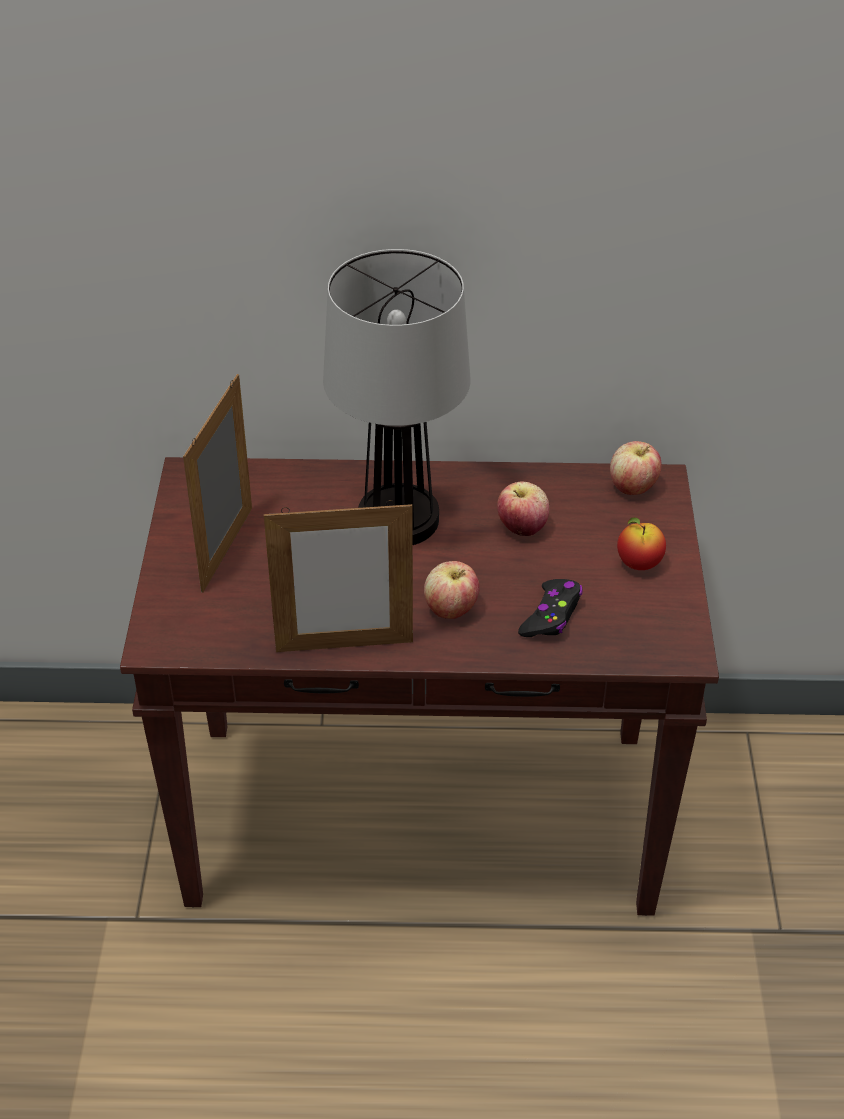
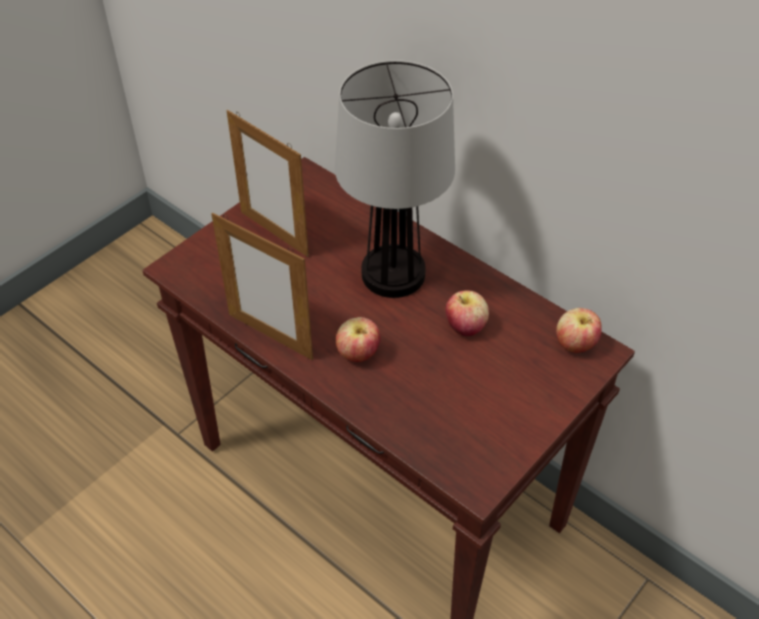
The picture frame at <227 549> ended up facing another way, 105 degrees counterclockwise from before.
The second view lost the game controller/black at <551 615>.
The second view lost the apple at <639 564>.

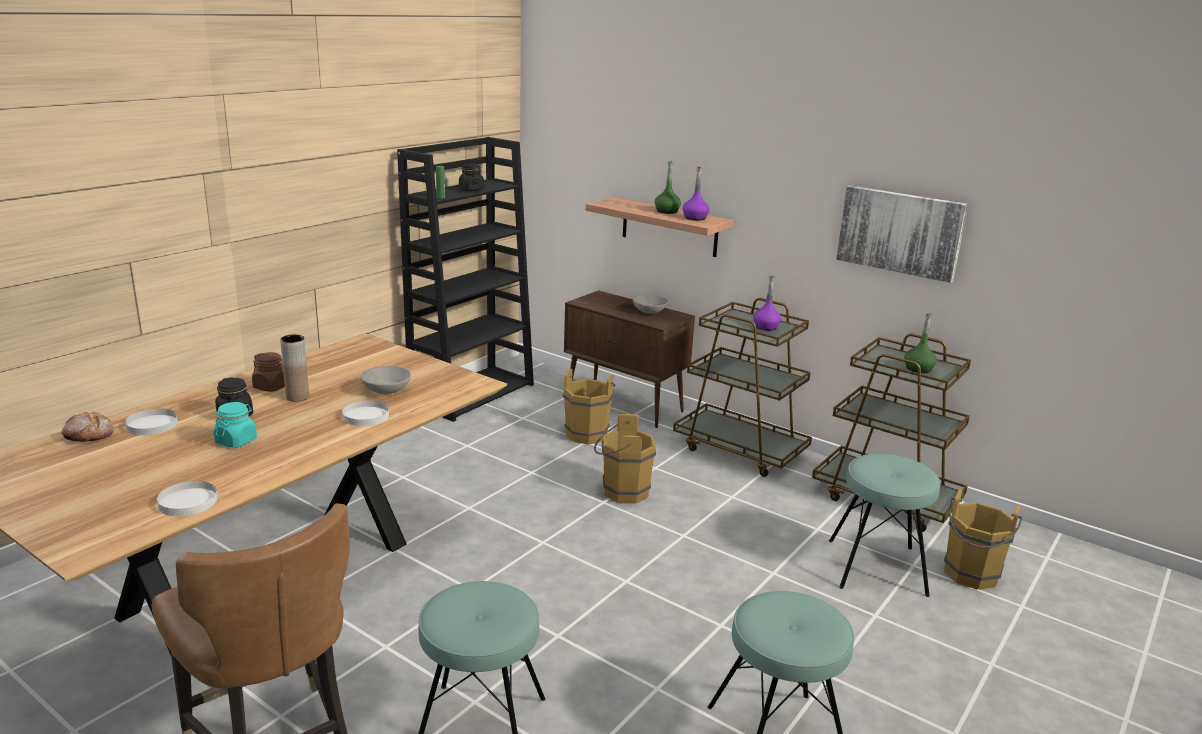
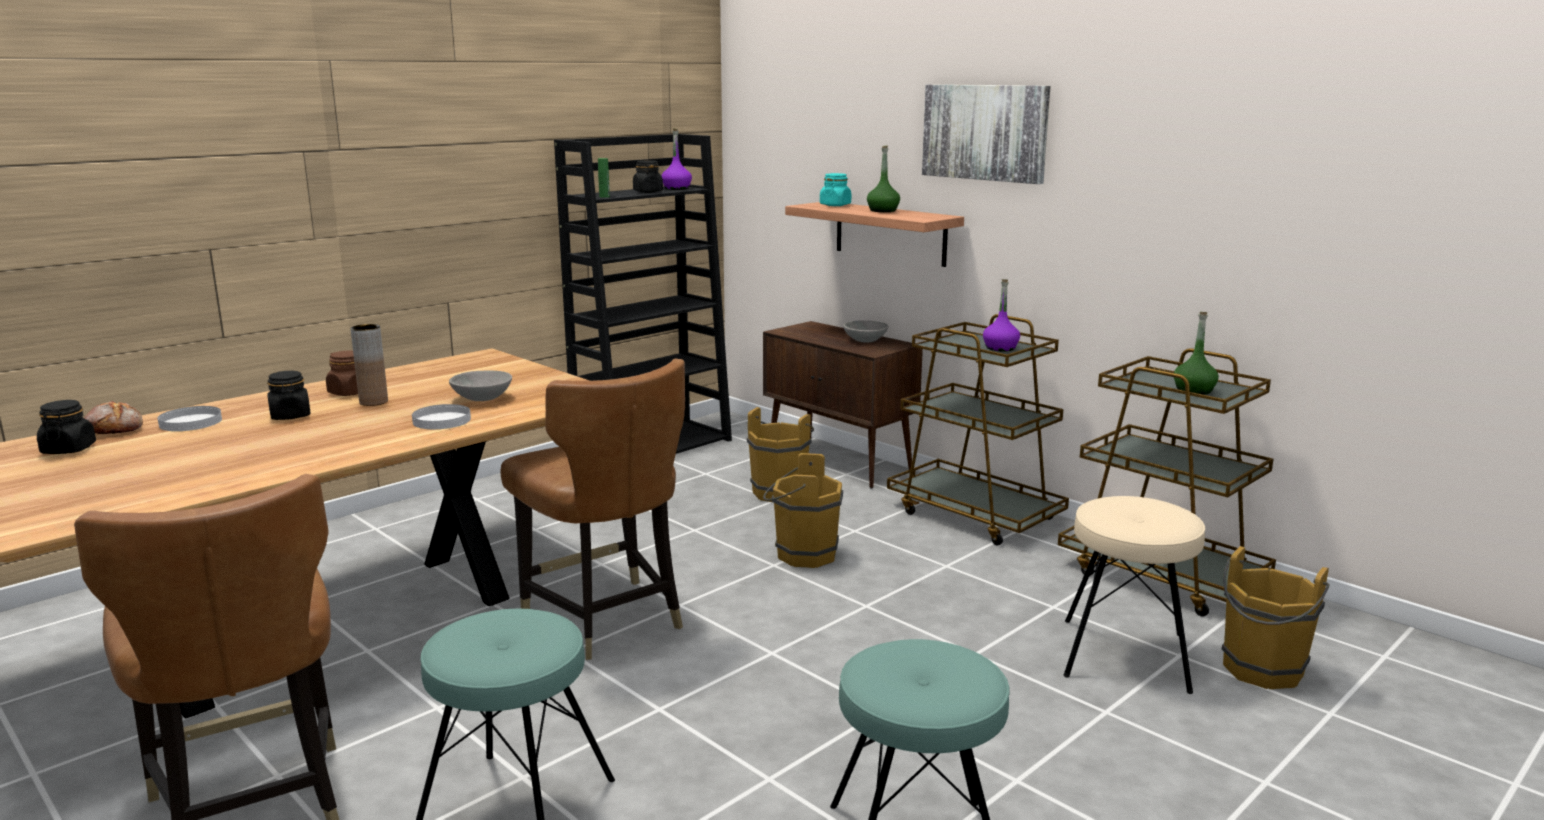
The second view lost the plate/white at <187 502>.
The jar/turquoise ended up elsewhere, having gone from <236 441> to <835 205>.
The bottle/purple ended up elsewhere, having gone from <695 218> to <676 188>.
What was the stool/turquoise at <877 567> turned into the stool/beige at <1125 655>.
The picture ended up elsewhere, having gone from <900 232> to <985 132>.
The second view gained the jar/black at <69 449>.
The second view gained the chair/brown at <605 620>.

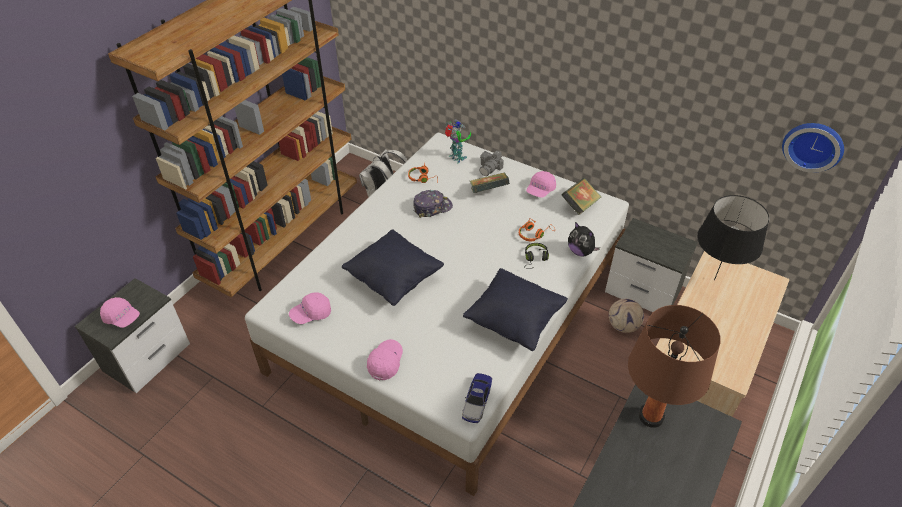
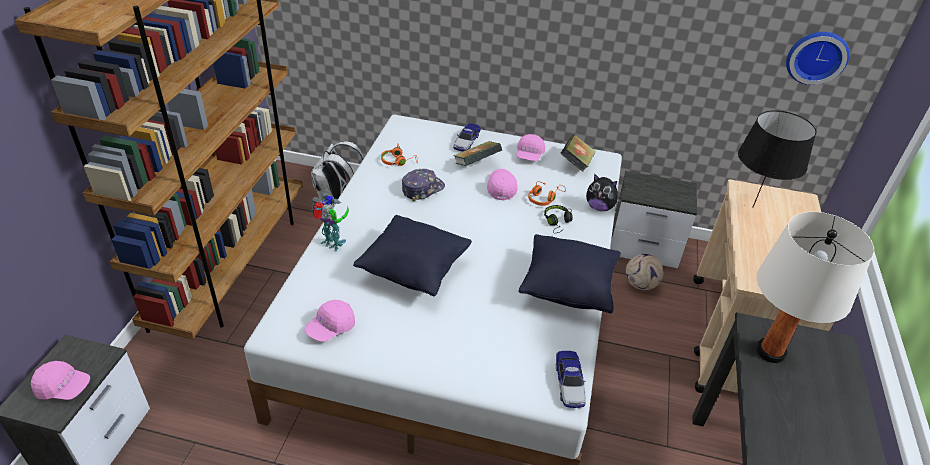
The cap/pink ended up elsewhere, having gone from <385 363> to <501 188>.
The toy robot ended up elsewhere, having gone from <457 158> to <332 244>.
Where the photo camera stood at <490 168>, the toy car came to stand at <467 141>.
What was the table lamp/brown at <651 417> turned into the table lamp/white at <770 352>.

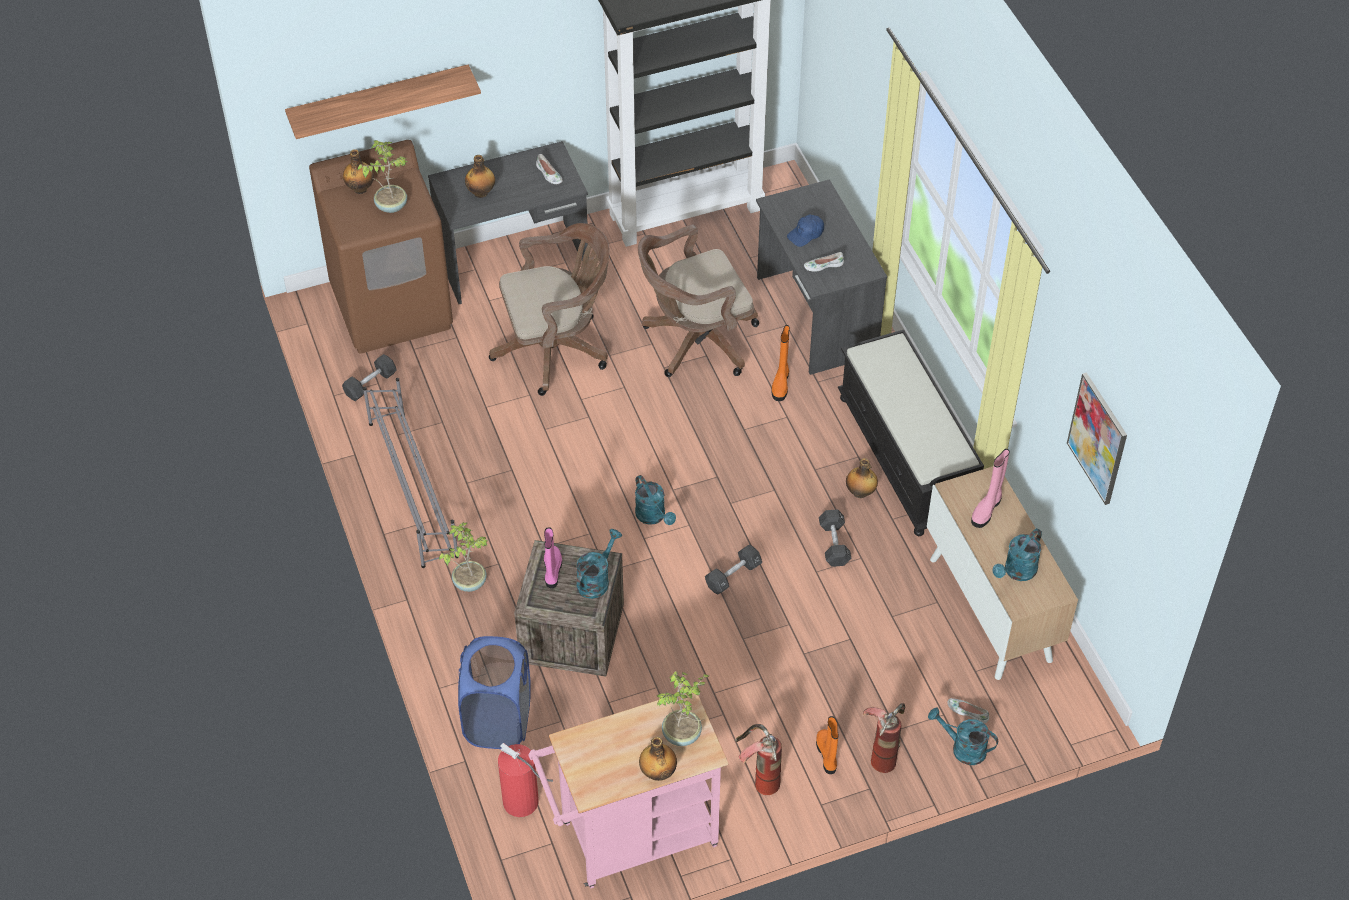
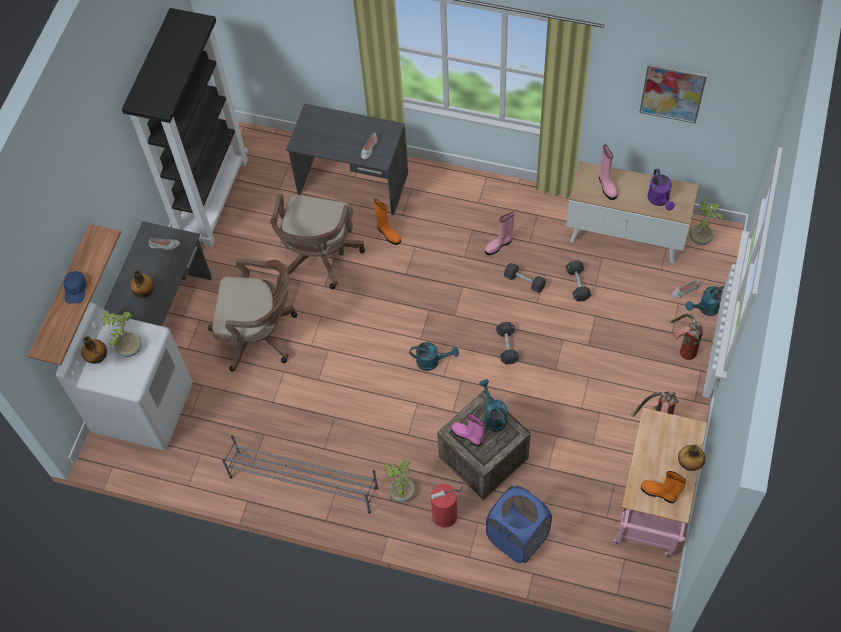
What was the washing machine/brown at <392 307> turned into the washing machine/white at <143 407>.
The dumbbell/black ended up elsewhere, having gone from <370 384> to <577 284>.
The office chair/brown at <556 349> ended up facing another way, 75 degrees clockwise from before.
The fire extinguisher ended up elsewhere, having gone from <522 802> to <446 515>.
The potted plant ended up elsewhere, having gone from <682 735> to <701 238>.
The cap/blue ended up elsewhere, having gone from <806 234> to <76 289>.
The boot/orange ended up elsewhere, having gone from <827 755> to <660 493>.
The second view lost the bench/black at <907 458>.
Where the bottle stood at <860 493>, the boot/pink came to stand at <499 245>.
What was the watering can/turquoise at <1017 572> turned into the watering can/purple at <659 200>.

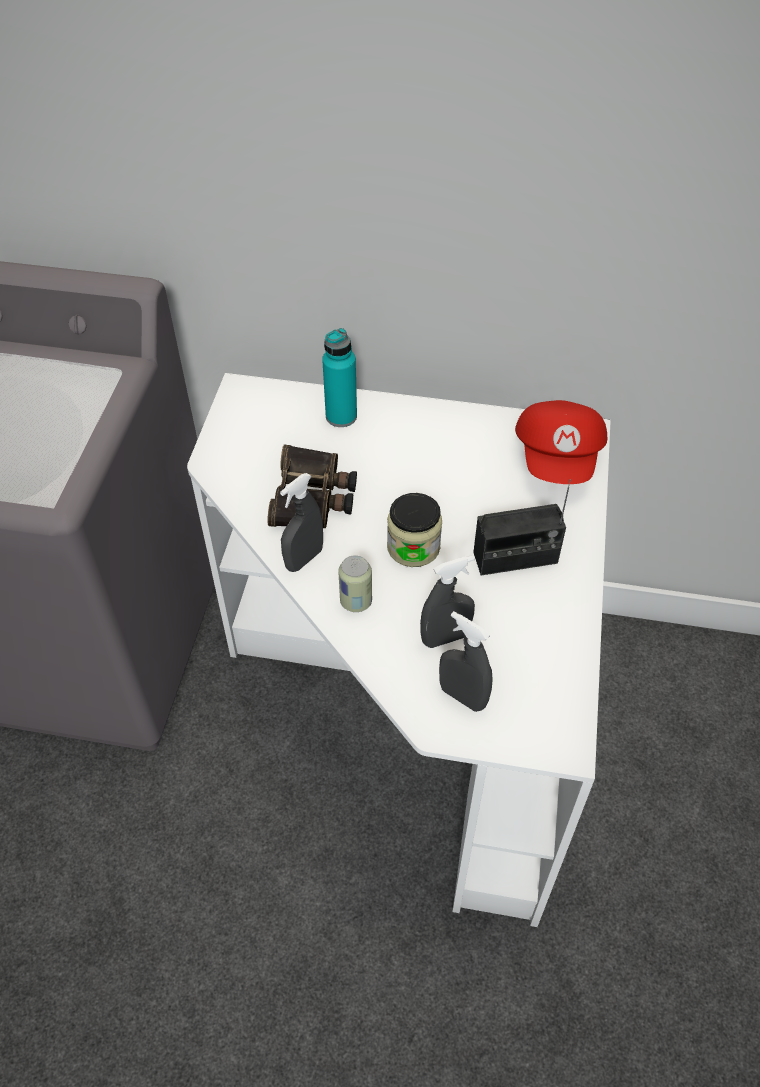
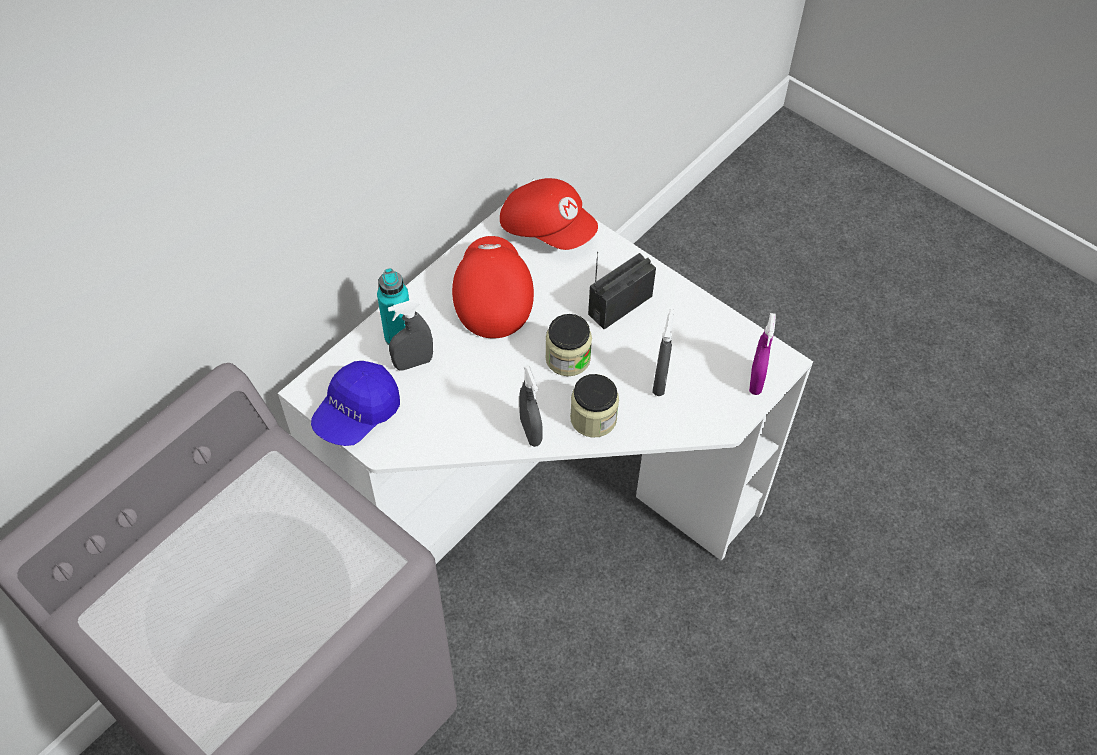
The second view lost the binoculars at <313 496>.
Where the can stood at <356 601>, the jar came to stand at <593 418>.
The spray bottle/grey ended up elsewhere, having gone from <462 696> to <413 363>.
The radio at <515 558> ended up facing another way, 150 degrees counterclockwise from before.
The second view gained the cap/blue at <357 413>.
The second view gained the cap/red at <491 298>.
The second view gained the spray bottle/purple at <756 380>.

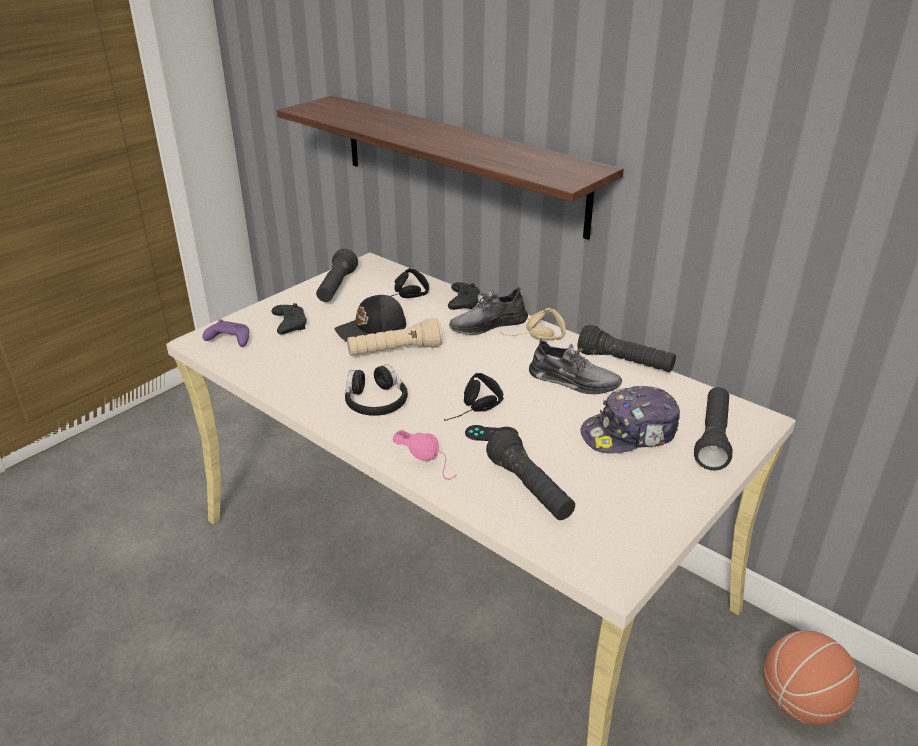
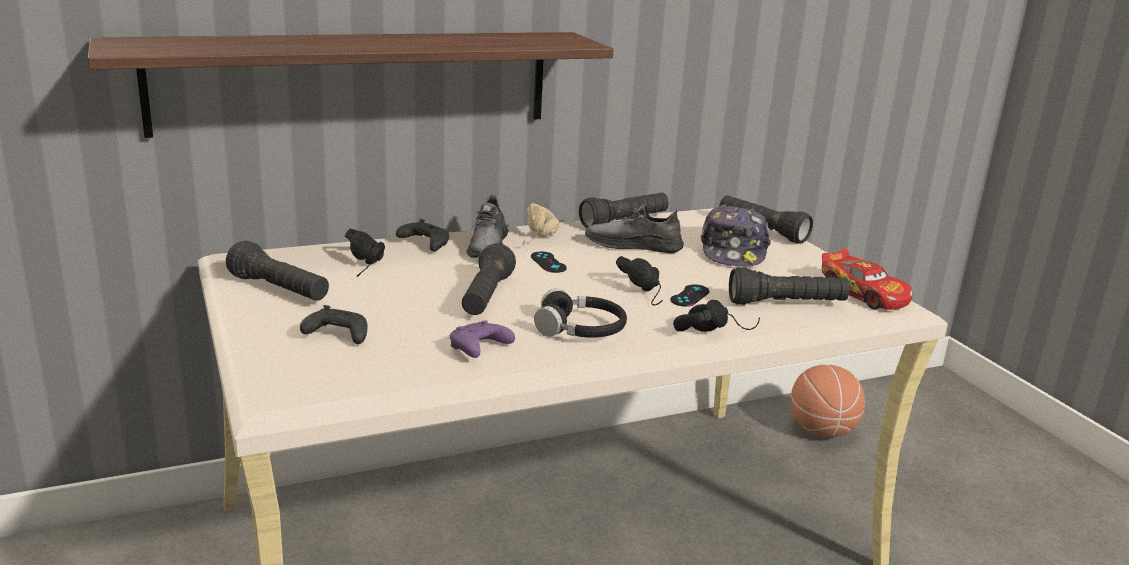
The game controller/purple ended up elsewhere, having gone from <229 340> to <478 350>.
The second view lost the cap/black at <372 331>.
What was the flashlight/beige at <395 352> turned into the flashlight/black at <486 297>.
What was the headphones/pink at <430 461> turned into the headphones/black at <713 330>.
The shoe/grey at <573 381> ended up facing another way, 135 degrees counterclockwise from before.
The second view gained the game controller/black at <548 262>.
The second view gained the toy car at <864 294>.

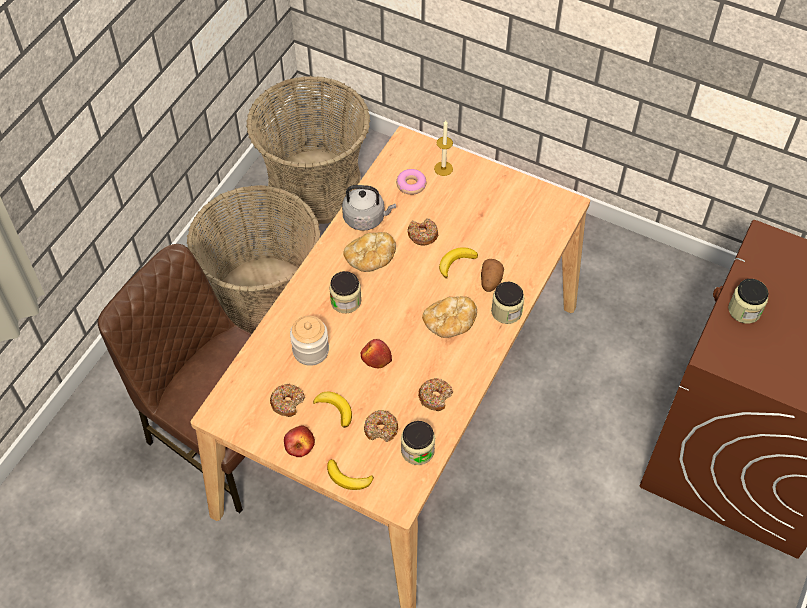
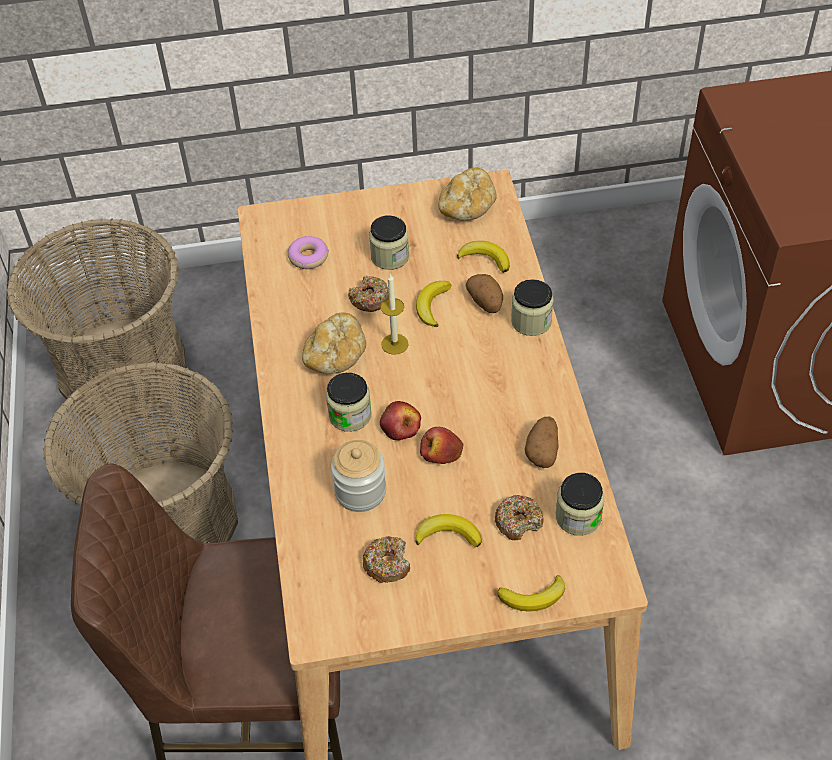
The apple ended up elsewhere, having gone from <299 444> to <400 426>.
The second view lost the kettle/grey at <366 218>.
Where the donut stood at <435 397>, the potato came to stand at <542 451>.
The bread ended up elsewhere, having gone from <449 324> to <467 208>.
The candle ended up elsewhere, having gone from <443 168> to <394 344>.
The jar ended up elsewhere, having gone from <744 310> to <390 256>.
The second view gained the banana at <485 258>.

